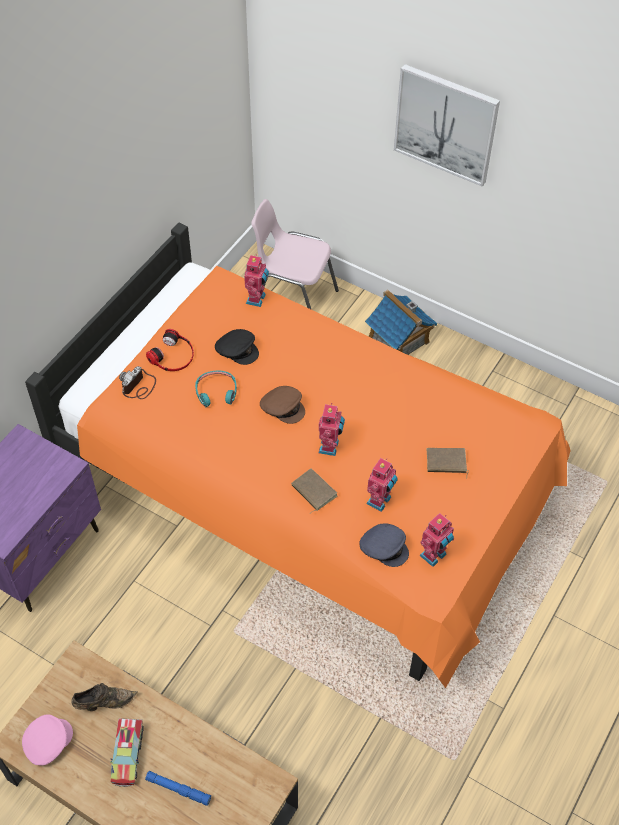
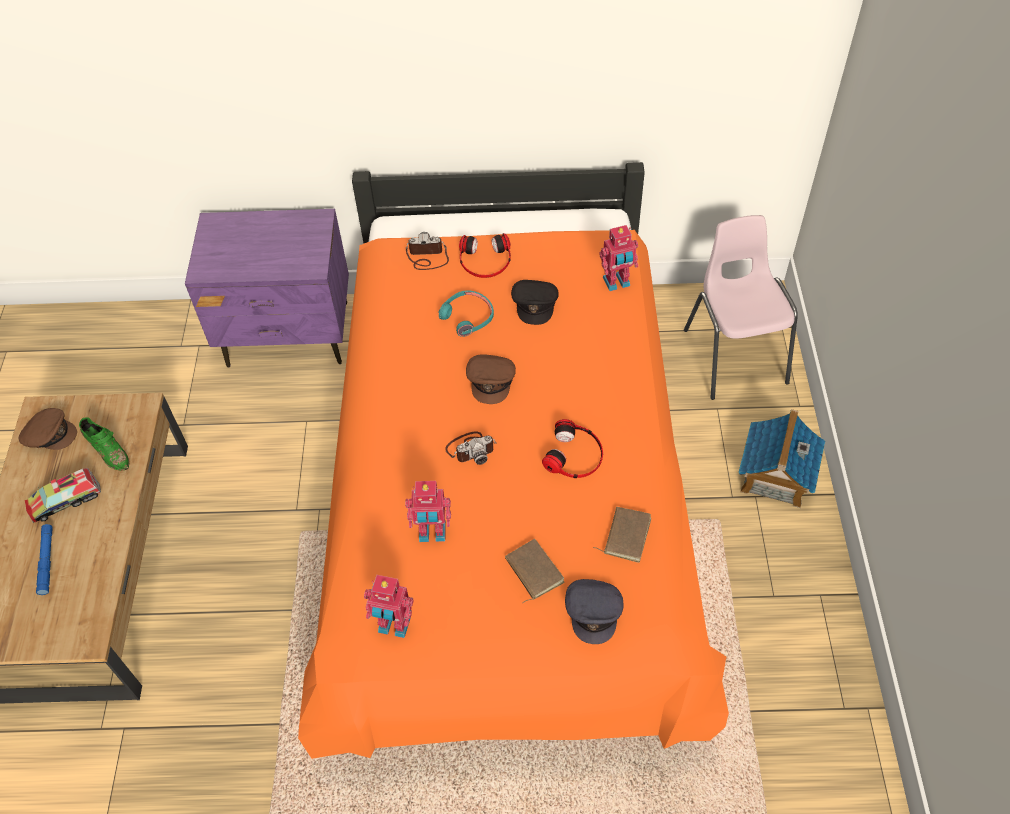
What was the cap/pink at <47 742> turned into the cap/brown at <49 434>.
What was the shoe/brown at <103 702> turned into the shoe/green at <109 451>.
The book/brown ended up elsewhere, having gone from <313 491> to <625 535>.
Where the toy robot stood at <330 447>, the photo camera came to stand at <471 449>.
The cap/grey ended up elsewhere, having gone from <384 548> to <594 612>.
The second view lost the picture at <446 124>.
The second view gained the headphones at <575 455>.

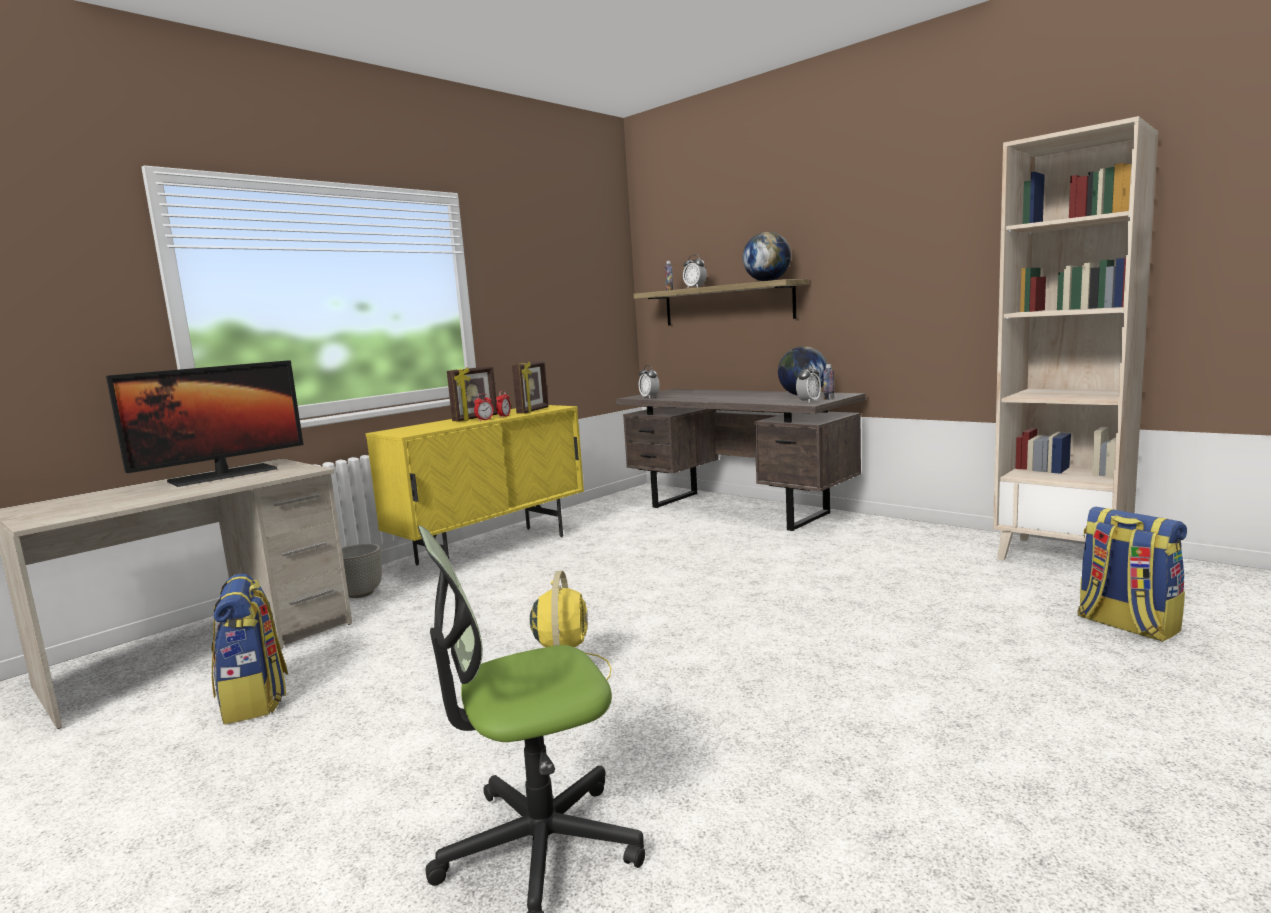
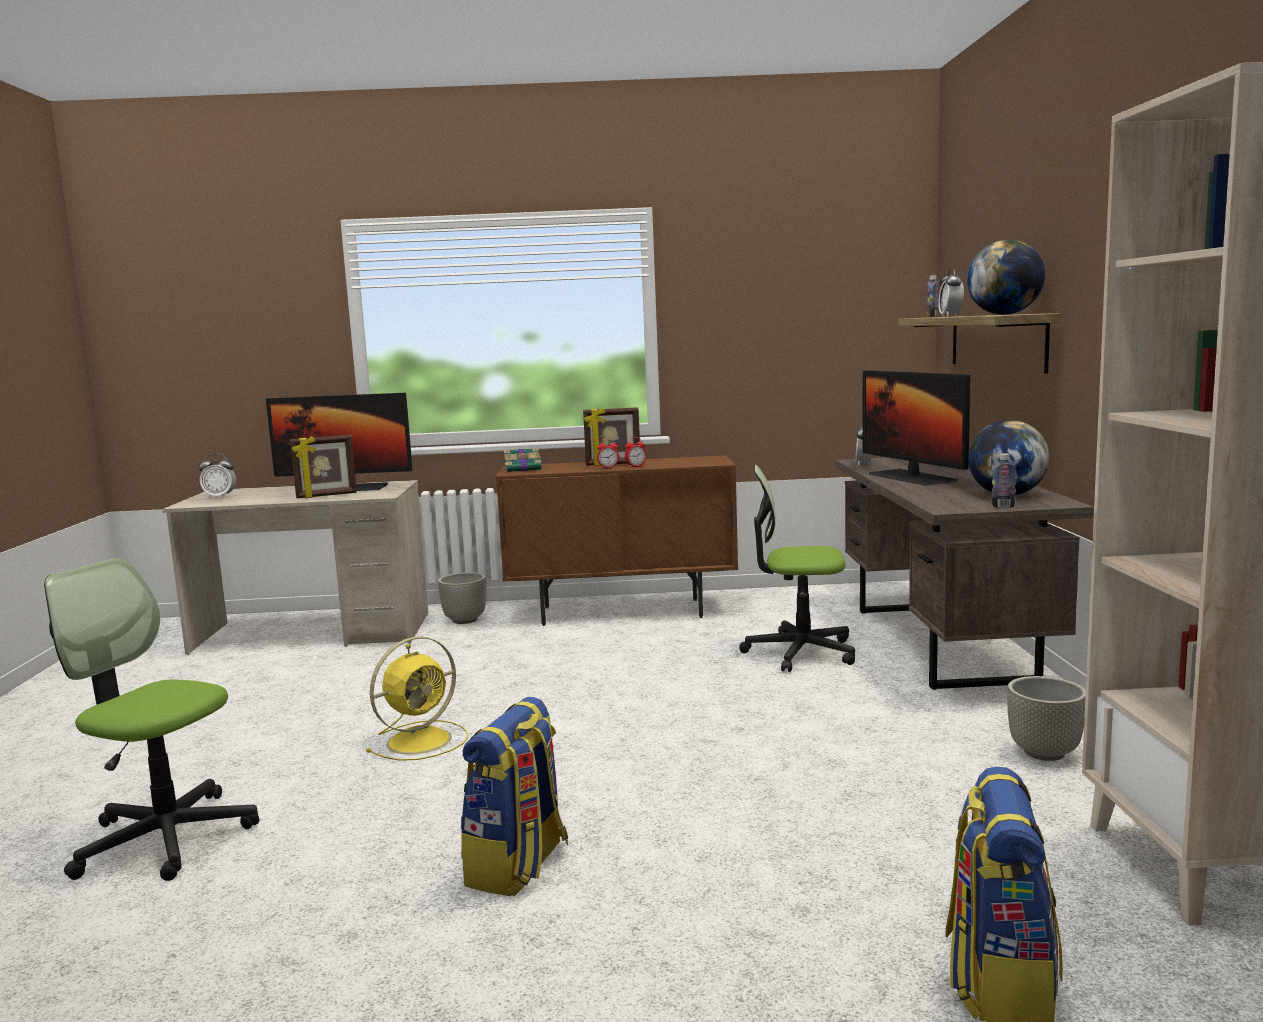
The backpack ended up elsewhere, having gone from <255 700> to <519 866>.
What was the cabinet/yellow at <492 550> turned into the cabinet/brown at <622 612>.
The picture frame ended up elsewhere, having gone from <533 411> to <326 496>.
The alarm clock ended up elsewhere, having gone from <808 402> to <220 497>.
The second view gained the book at <524 469>.
The second view gained the office chair at <800 652>.
The second view gained the monitor at <911 477>.
The second view gained the planter/grey at <1045 753>.

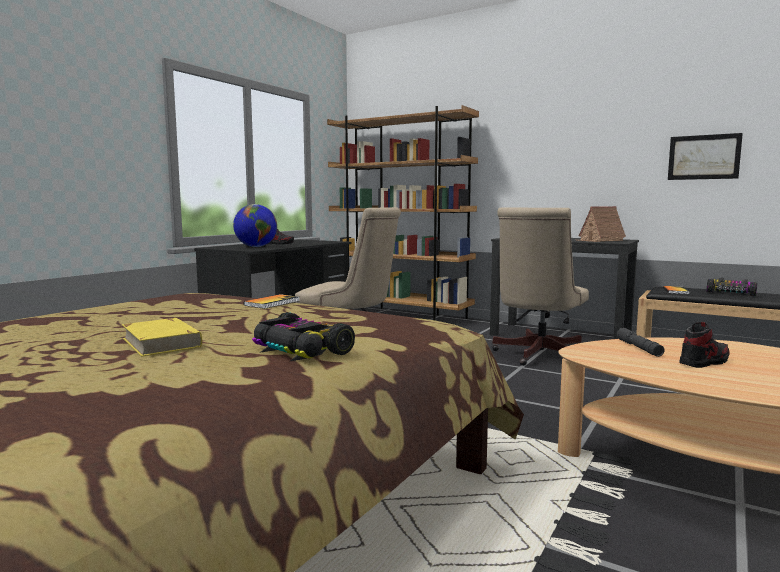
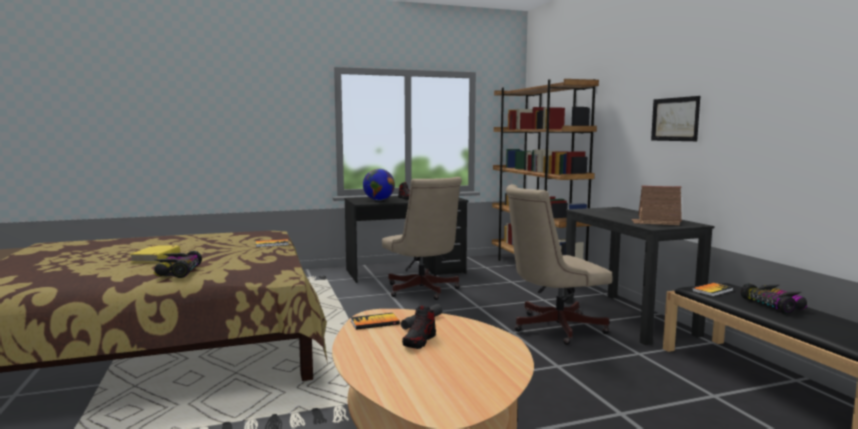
The picture ended up elsewhere, having gone from <703 157> to <675 119>.
The shoe at <704 362> ended up facing another way, 105 degrees clockwise from before.
The second view gained the book at <375 322>.

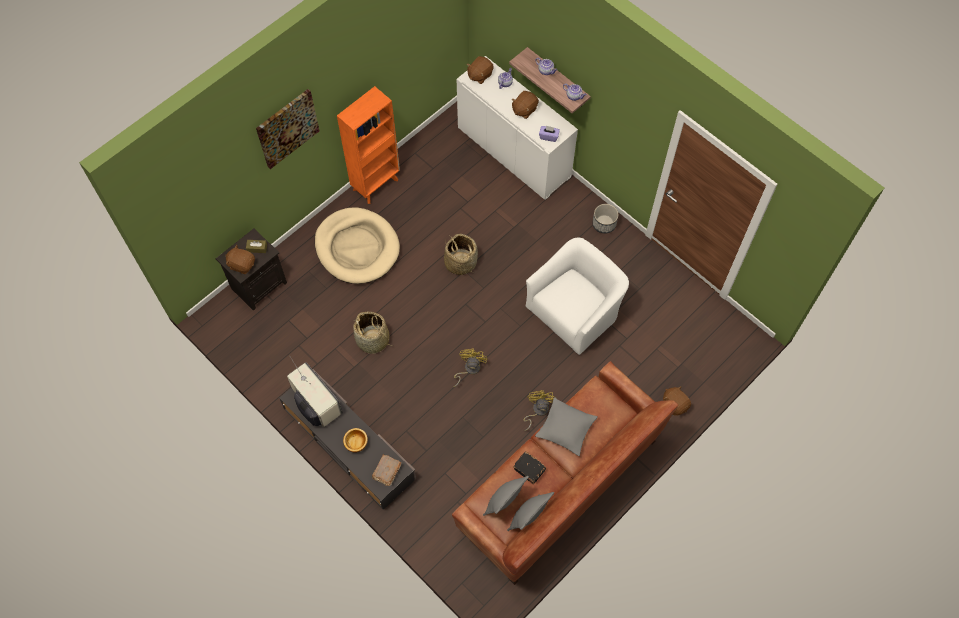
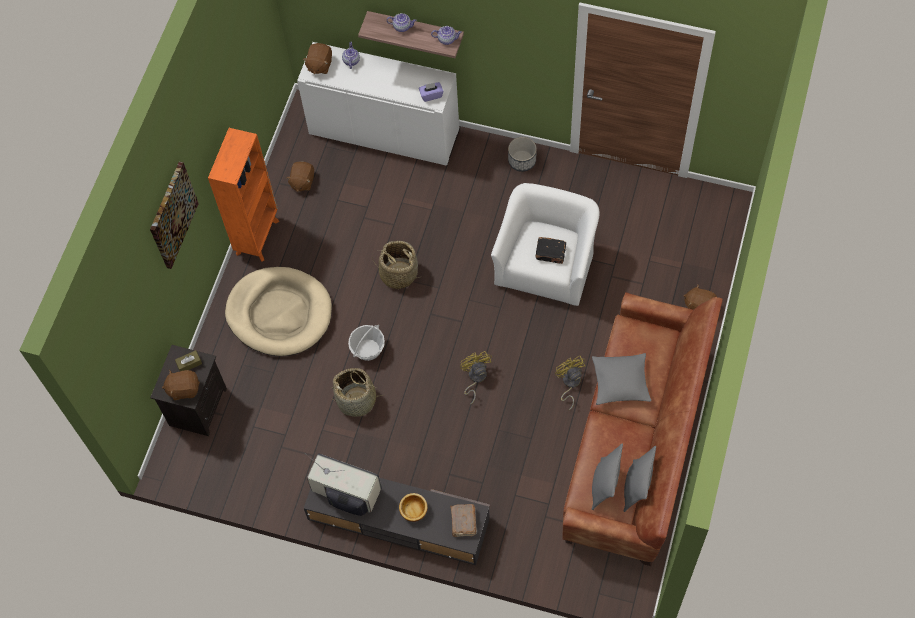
The plush toy/brown ended up elsewhere, having gone from <524 109> to <302 181>.
The book/black ended up elsewhere, having gone from <529 470> to <551 253>.
The second view gained the basket at <368 349>.

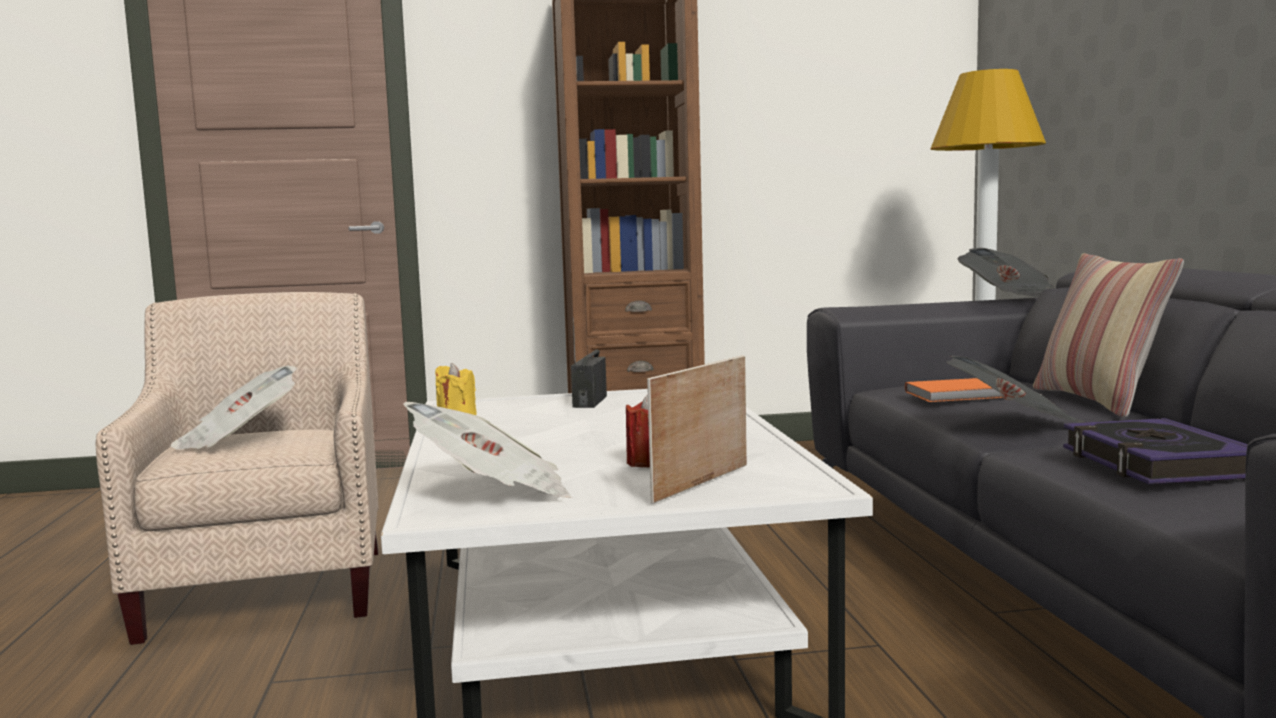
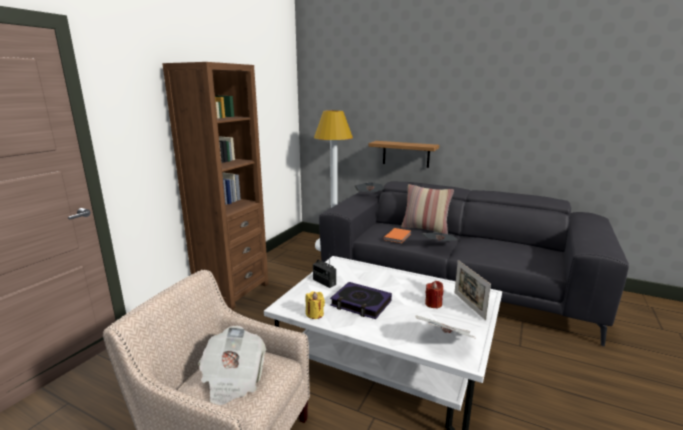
The book ended up elsewhere, having gone from <1155 463> to <361 304>.
The second view gained the shelf at <406 154>.

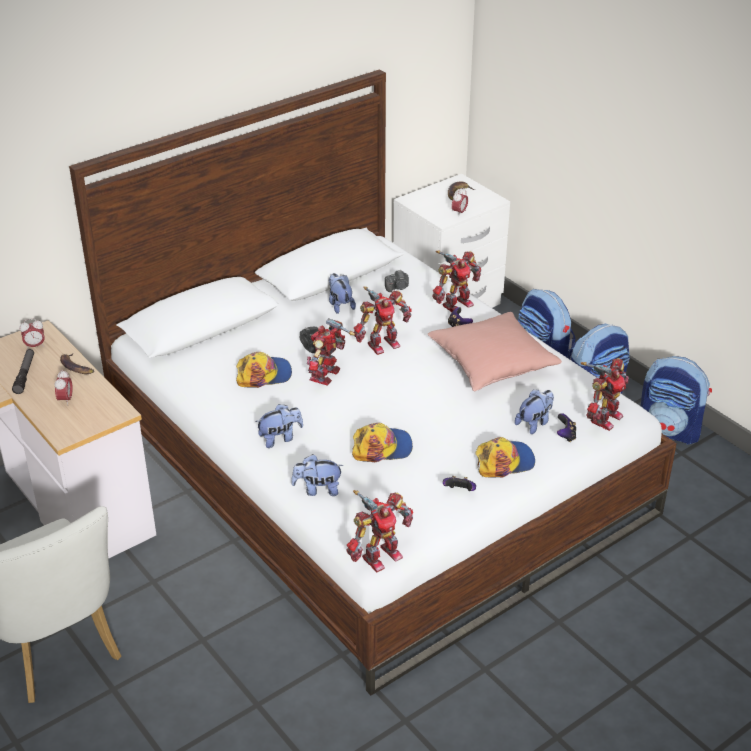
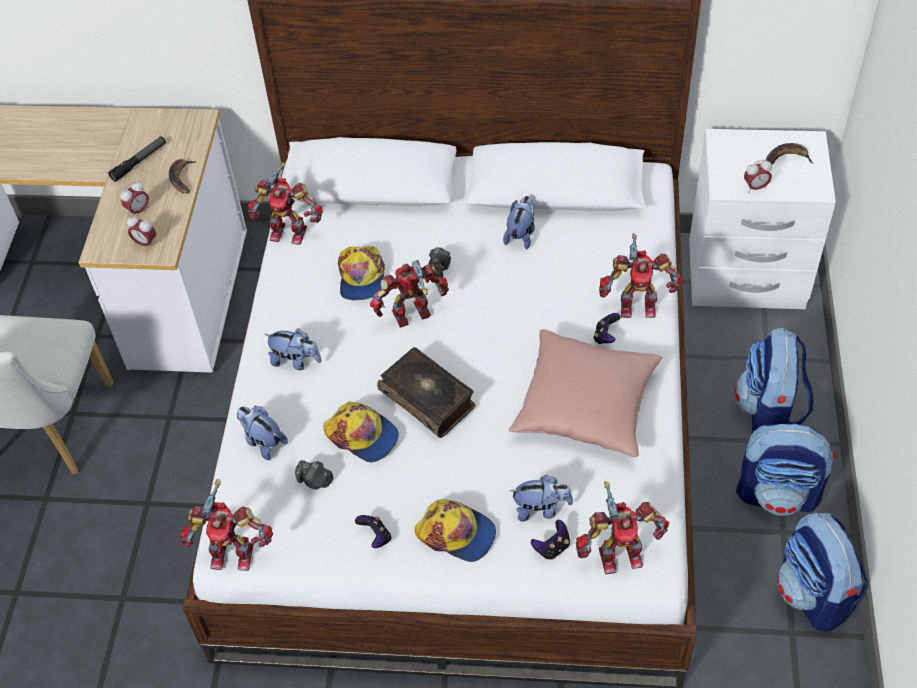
The alarm clock ended up elsewhere, having gone from <35 346> to <145 243>.
The cap at <264 375> ended up facing another way, 60 degrees clockwise from before.
The toy robot ended up elsewhere, having gone from <382 344> to <289 231>.
The photo camera ended up elsewhere, having gone from <397 288> to <315 481>.
The second view gained the book at <428 399>.

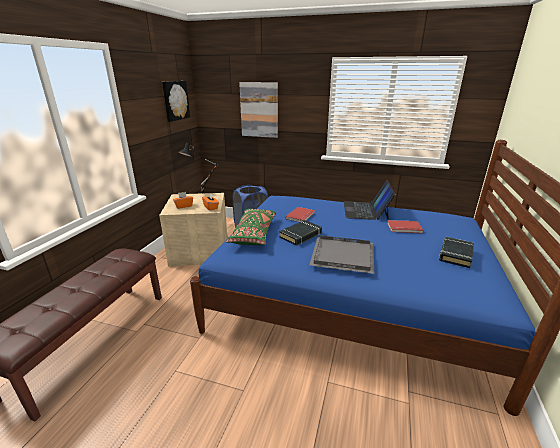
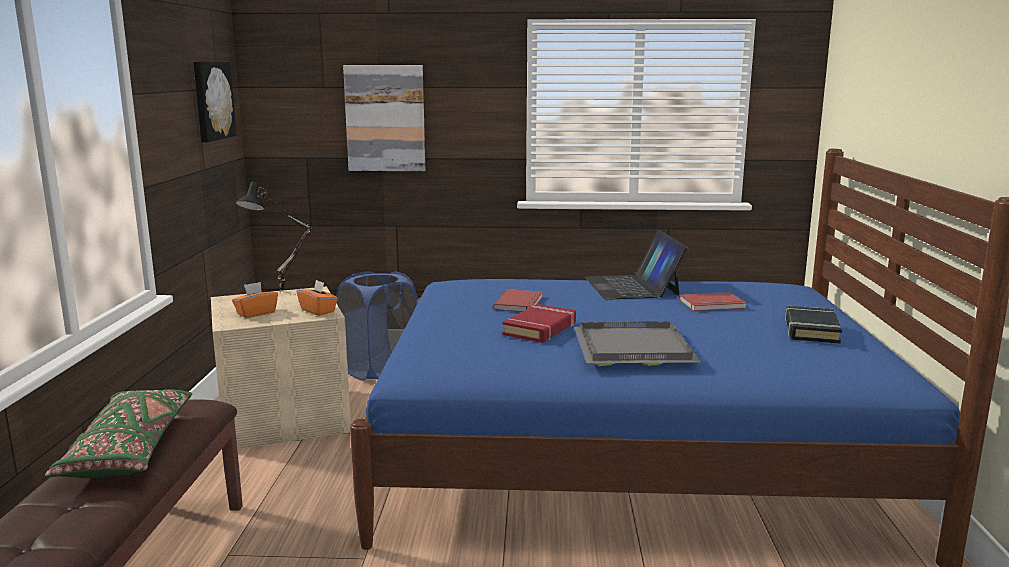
The pillow/green ended up elsewhere, having gone from <254 233> to <130 449>.
What was the book/black at <301 235> turned into the book/red at <540 329>.

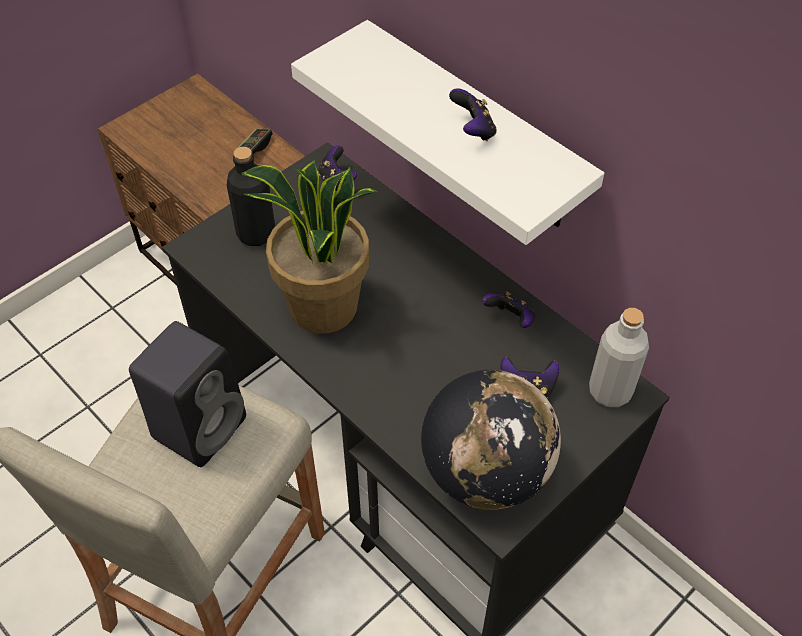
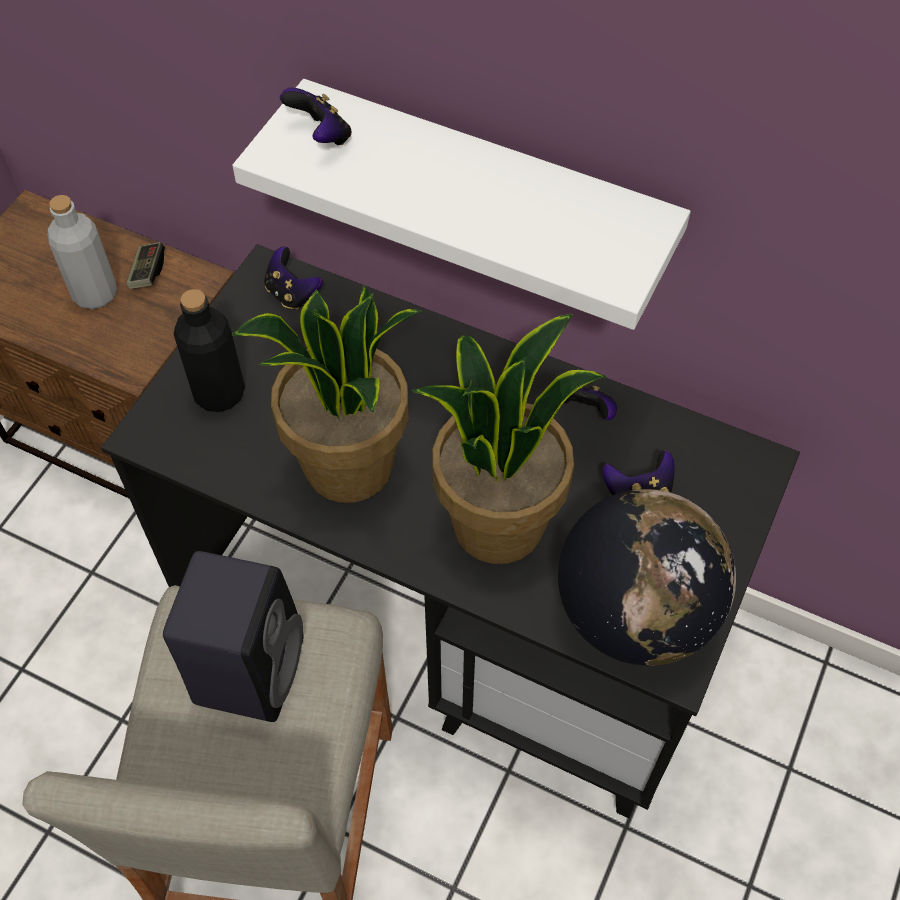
The game controller ended up elsewhere, having gone from <473 130> to <321 136>.
The bottle/grey ended up elsewhere, having gone from <610 391> to <95 294>.
The second view gained the potted plant at <498 521>.

